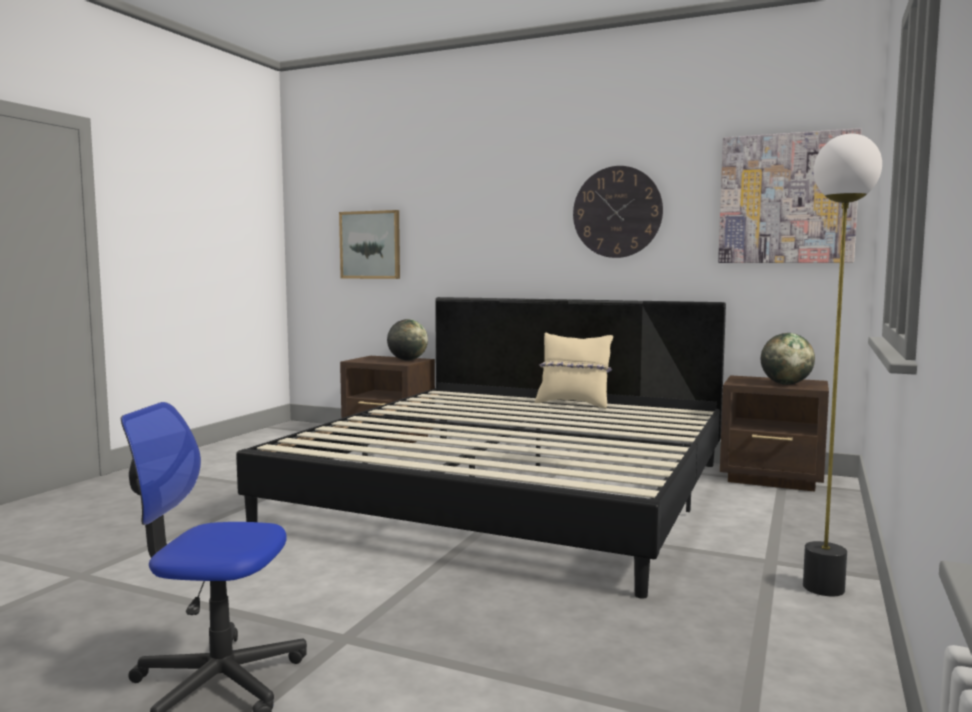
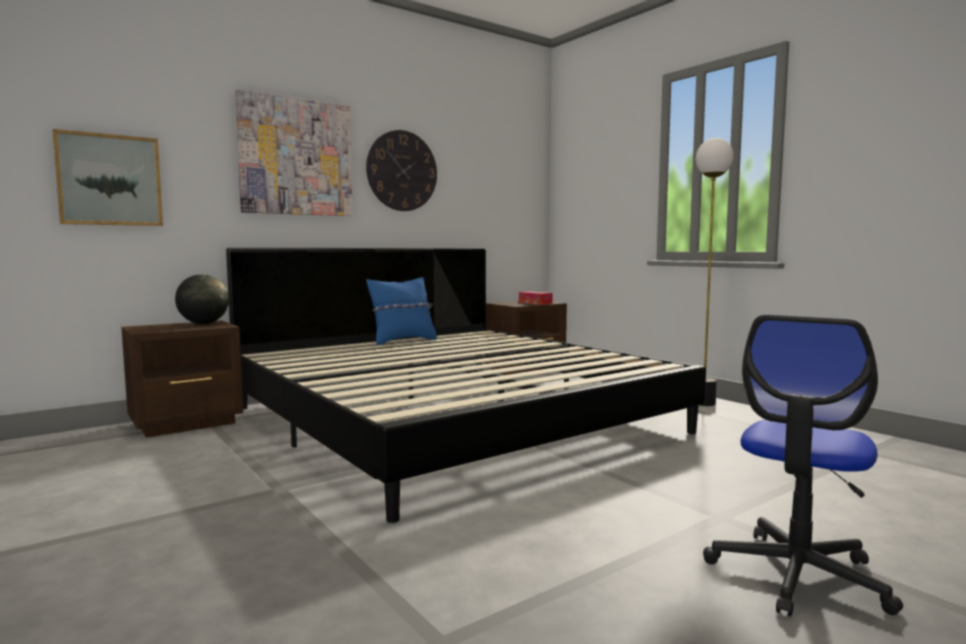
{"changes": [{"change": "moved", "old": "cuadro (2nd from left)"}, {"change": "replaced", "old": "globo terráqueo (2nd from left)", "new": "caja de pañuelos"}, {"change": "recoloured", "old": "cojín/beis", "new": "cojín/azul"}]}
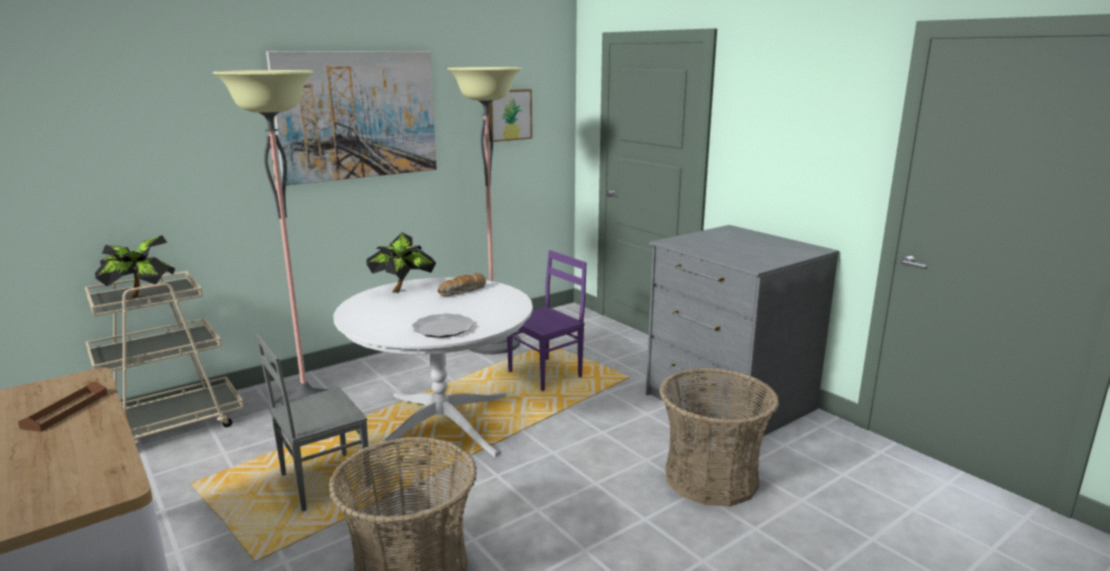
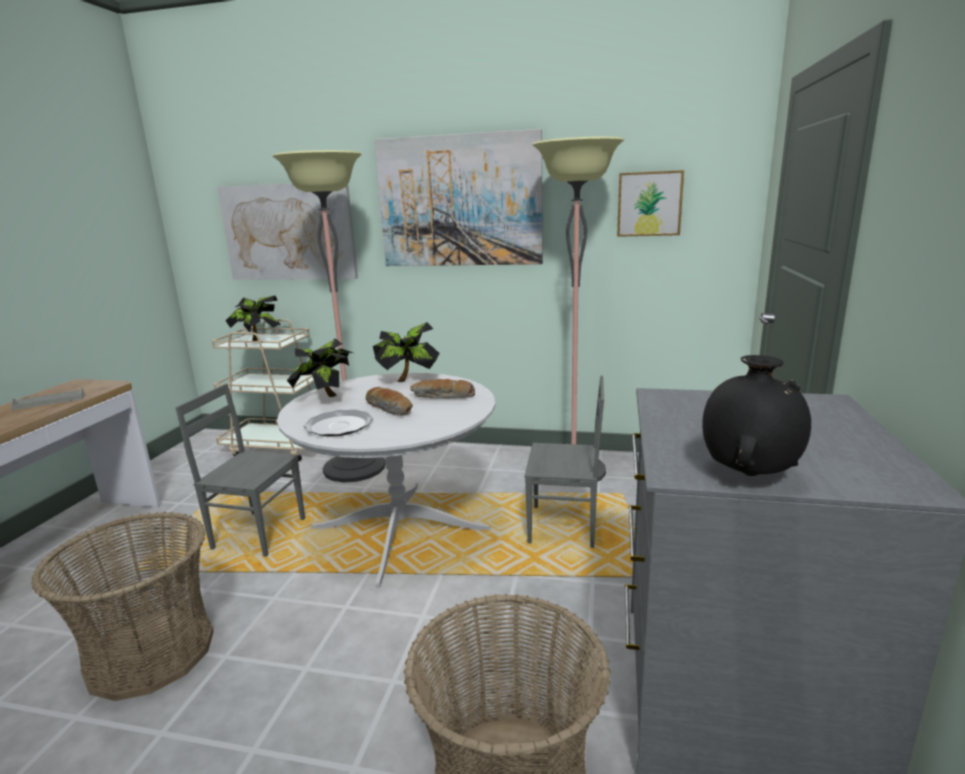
{"changes": [{"change": "added", "new": "cuadro (1st from left)"}, {"change": "added", "new": "planta en maceta (2nd from left)"}, {"change": "added", "new": "pan (1st from left)"}, {"change": "added", "new": "florero/negro"}, {"change": "recoloured", "old": "bandeja/marrón", "new": "bandeja/gris"}, {"change": "recoloured", "old": "silla/morado", "new": "silla/gris (2nd from left)"}]}
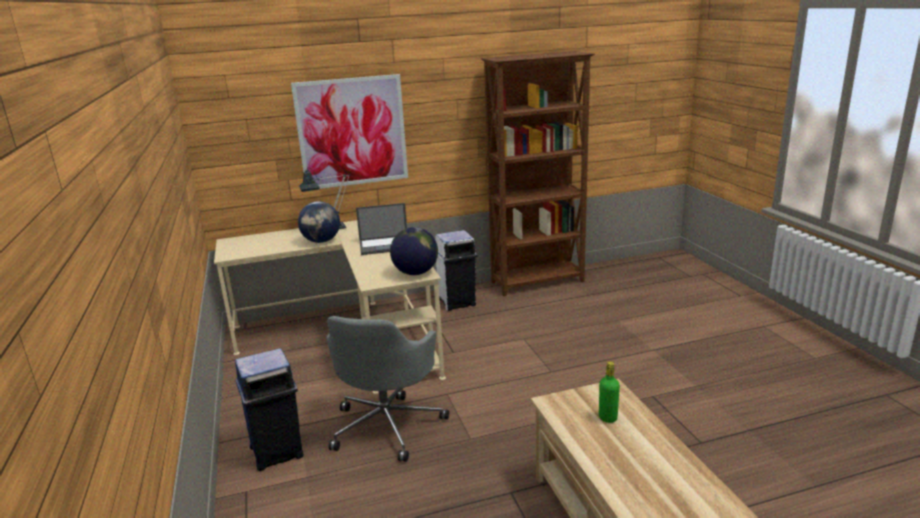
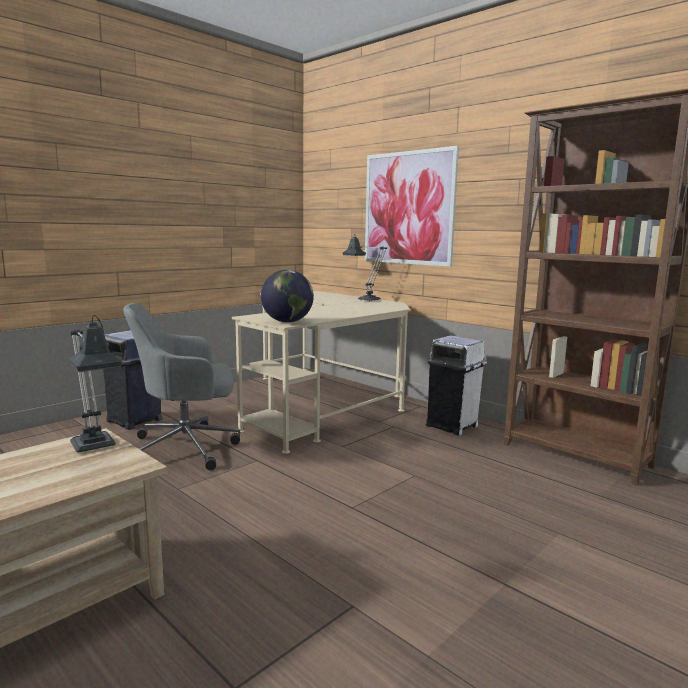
{"changes": [{"change": "removed", "old": "globo terráqueo (1st from left)"}, {"change": "removed", "old": "portátil"}, {"change": "removed", "old": "botella/verde"}, {"change": "added", "new": "lámpara de mesa (1st from left)"}]}
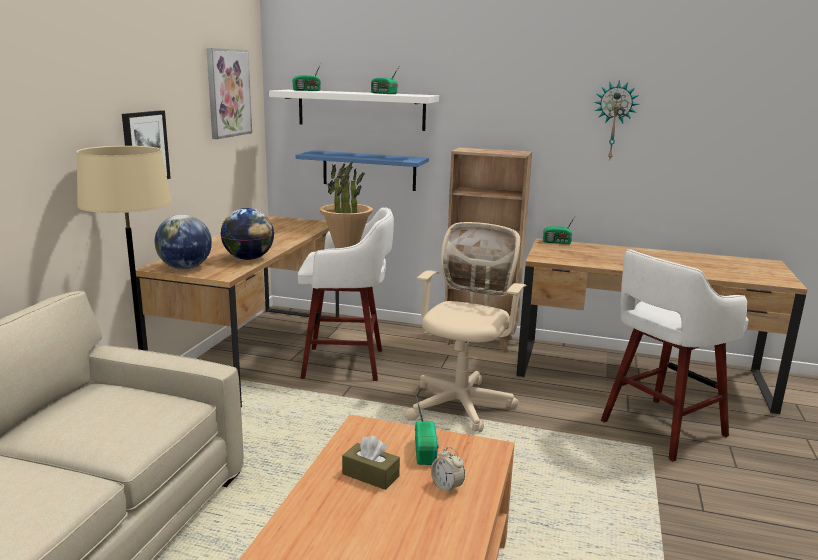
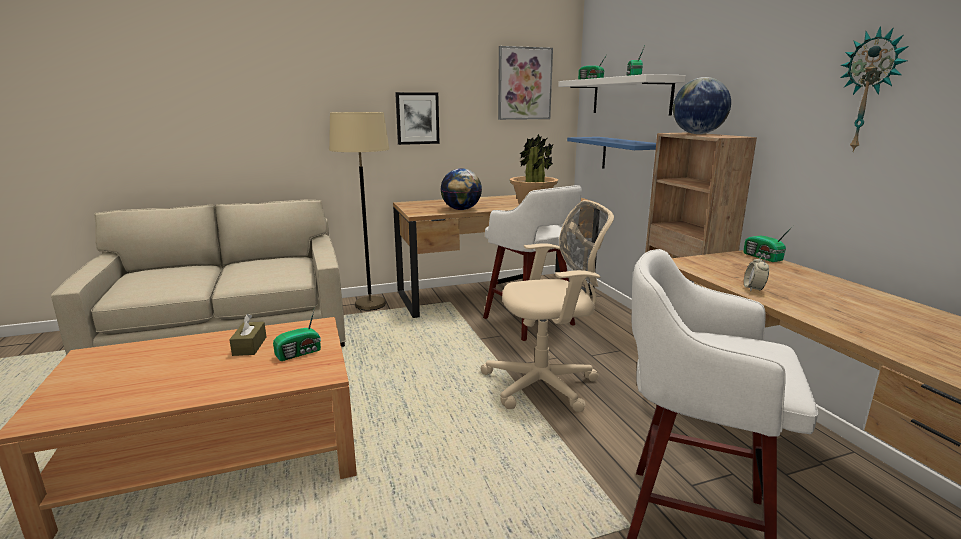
{"changes": [{"change": "moved", "old": "globo terráqueo (1st from left in the first image)", "new": "globo terráqueo (2nd from left)"}, {"change": "moved", "old": "despertador"}]}
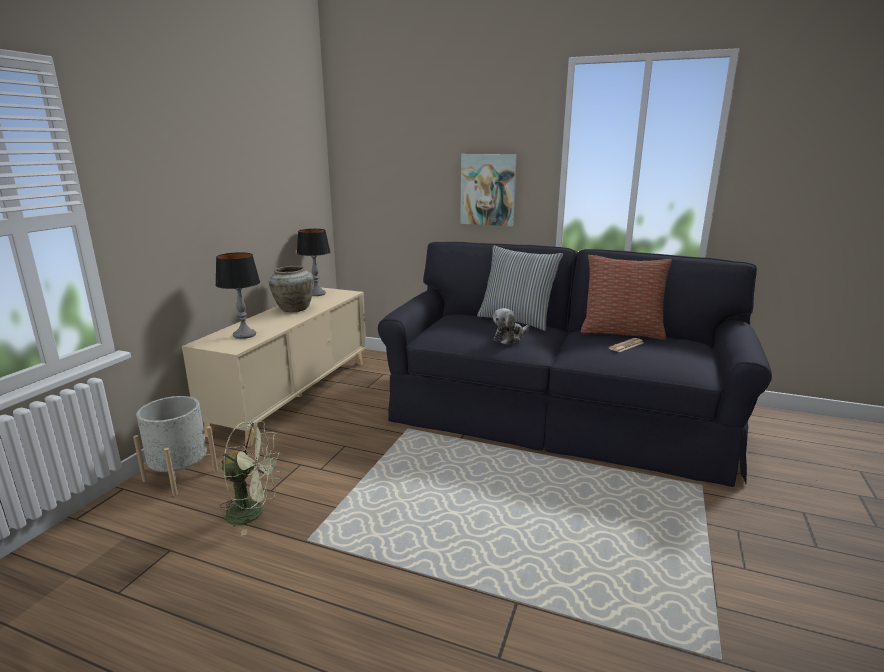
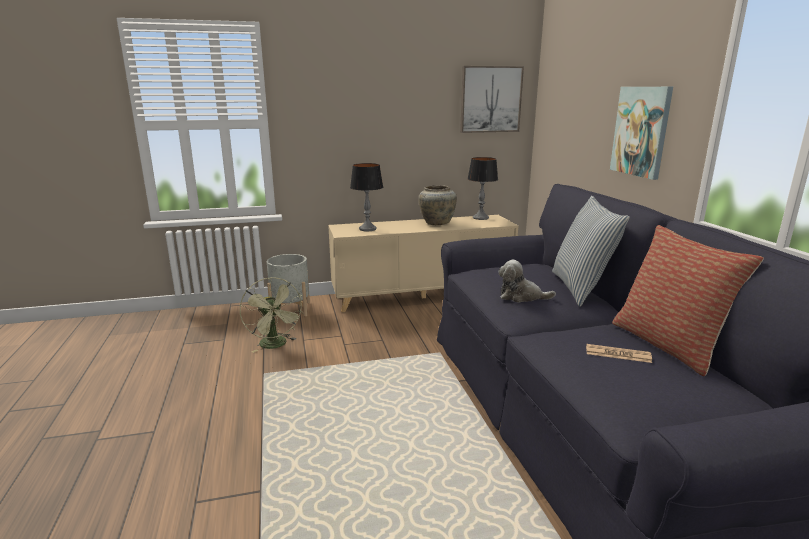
{"changes": [{"change": "added", "new": "cuadro (1st from left)"}]}
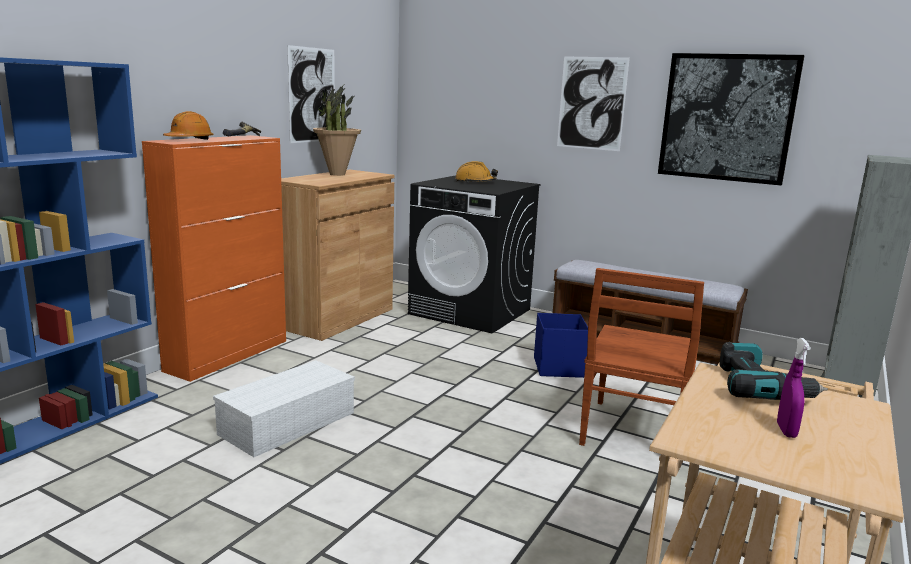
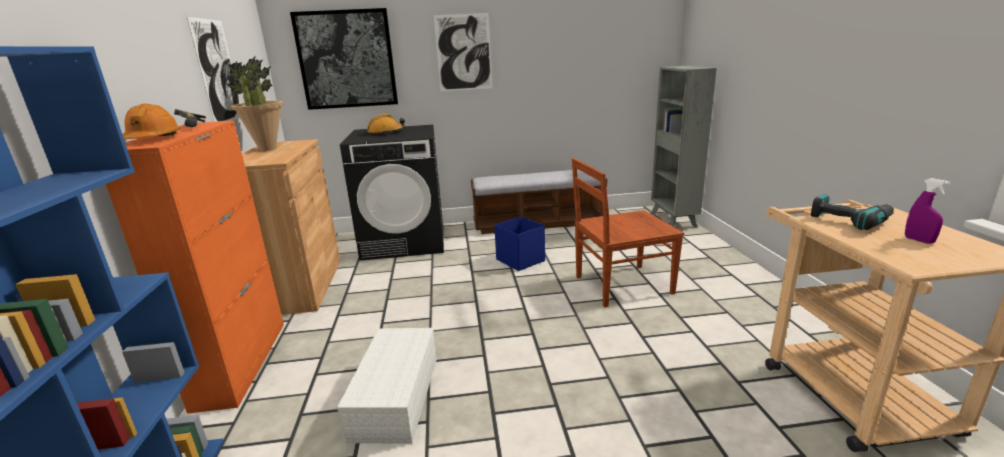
{"changes": [{"change": "moved", "old": "cuadro (3rd from left in the first image)", "new": "cuadro (2nd from left)"}, {"change": "turned", "old": "silla/marrón", "degrees": 90}]}
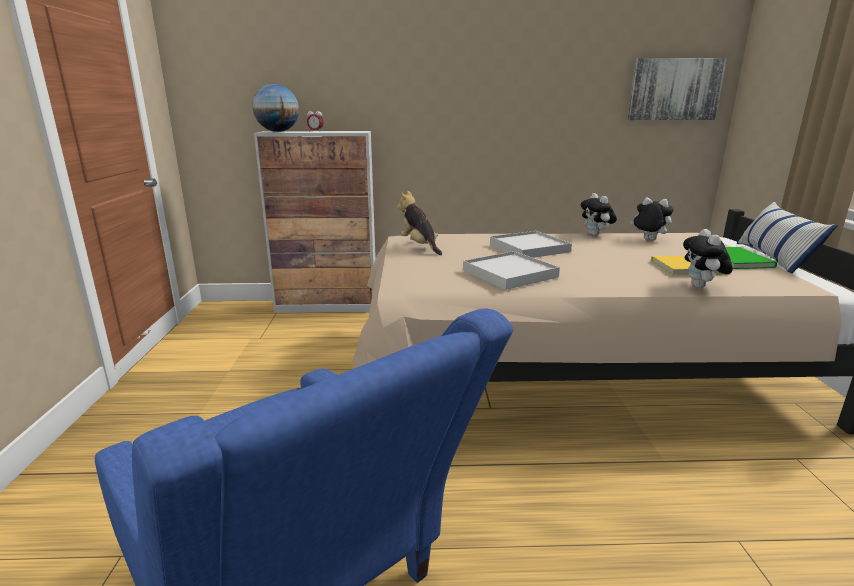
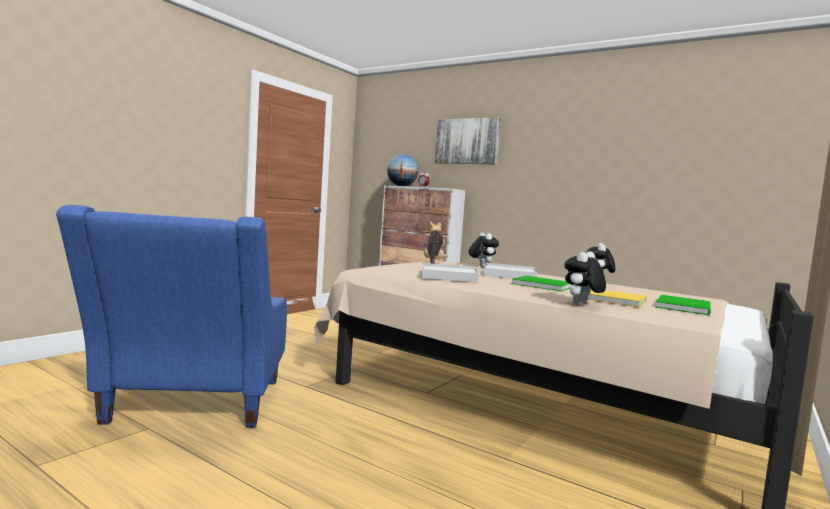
{"changes": [{"change": "removed", "old": "cojín"}, {"change": "added", "new": "libro/verde (1st from left)"}, {"change": "moved", "old": "cuadro"}, {"change": "moved", "old": "peluche (3rd from left in the first image)", "new": "peluche (2nd from left)"}]}
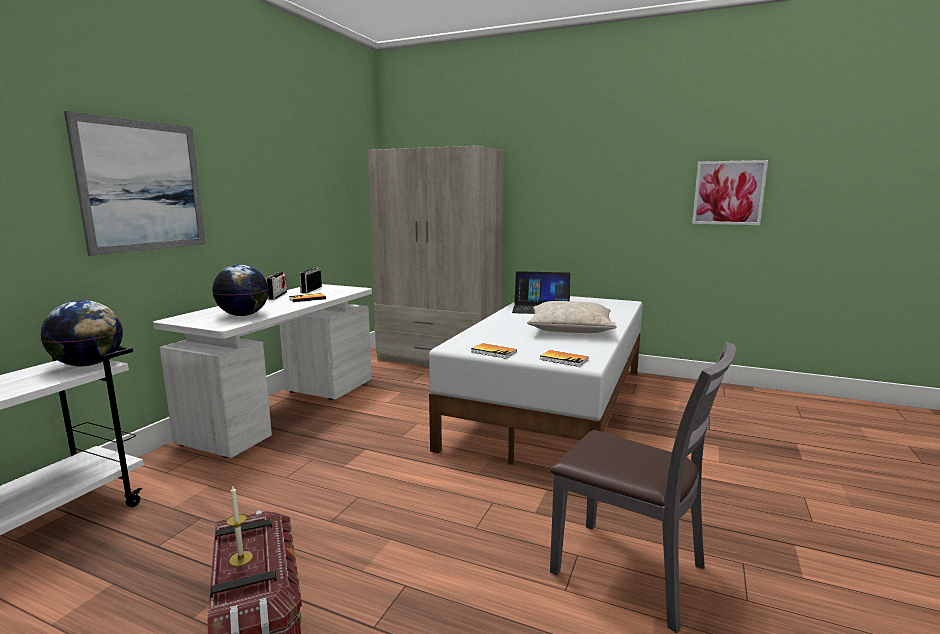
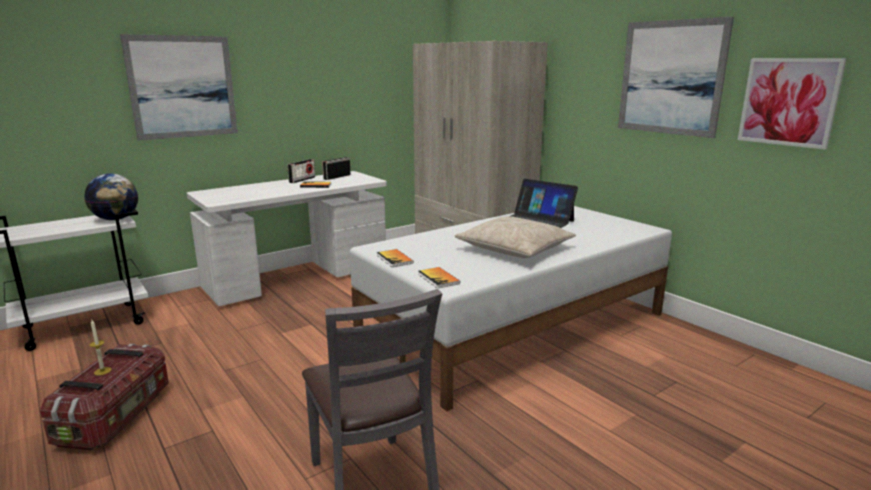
{"changes": [{"change": "removed", "old": "globo terráqueo (2nd from left)"}, {"change": "added", "new": "cuadro (2nd from left)"}]}
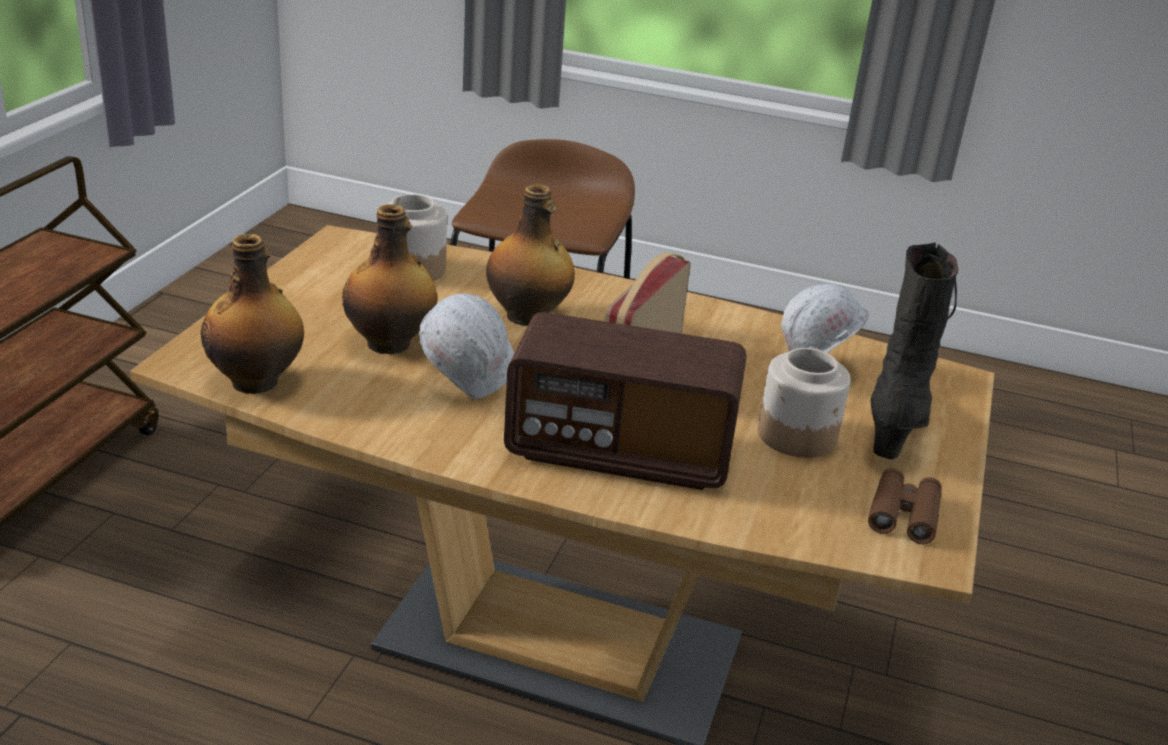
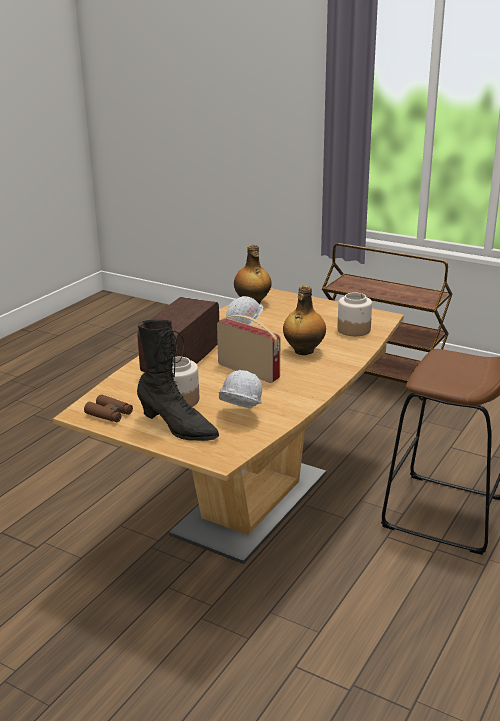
{"changes": [{"change": "removed", "old": "botella (2nd from left)"}]}
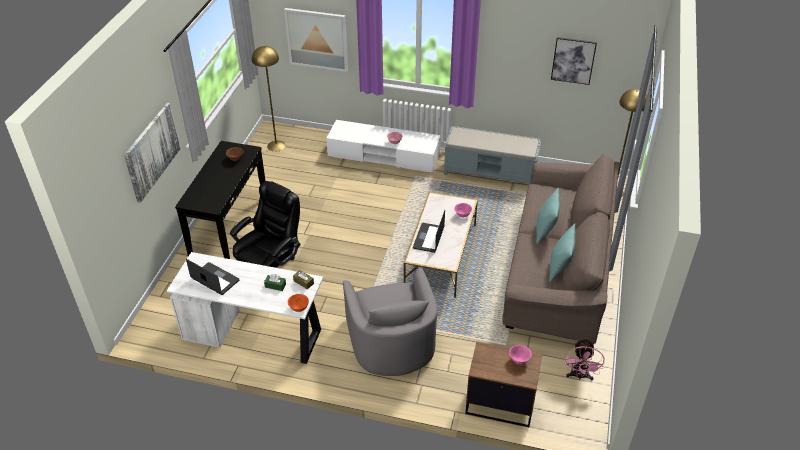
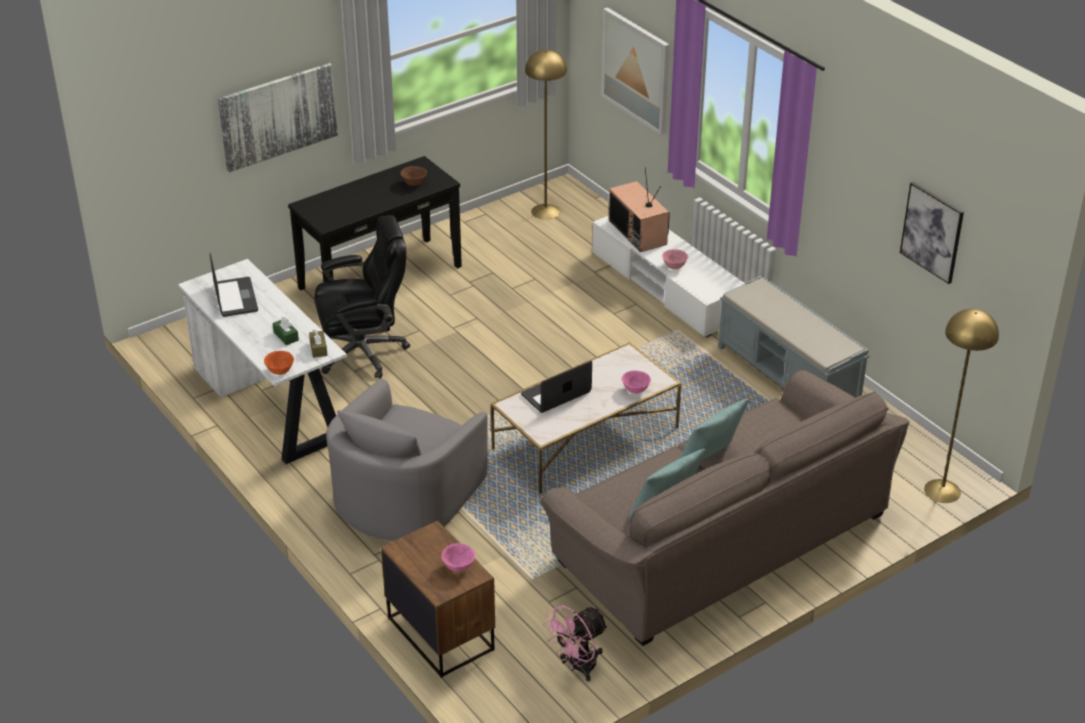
{"changes": [{"change": "added", "new": "televisor"}]}
